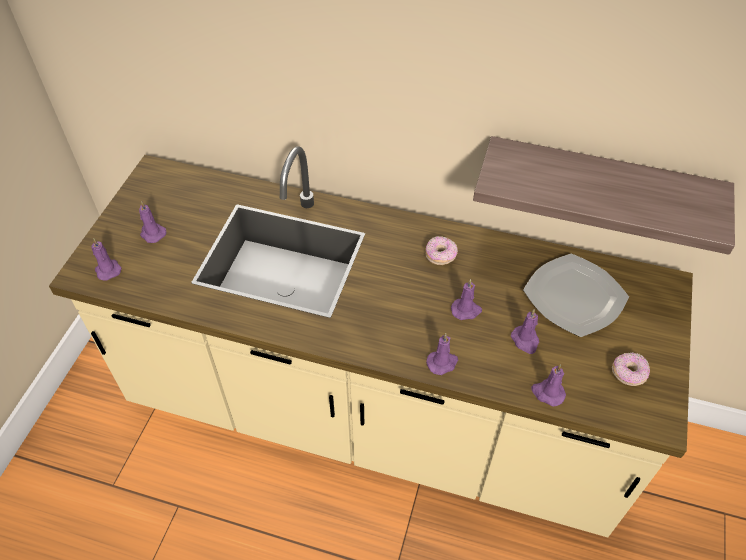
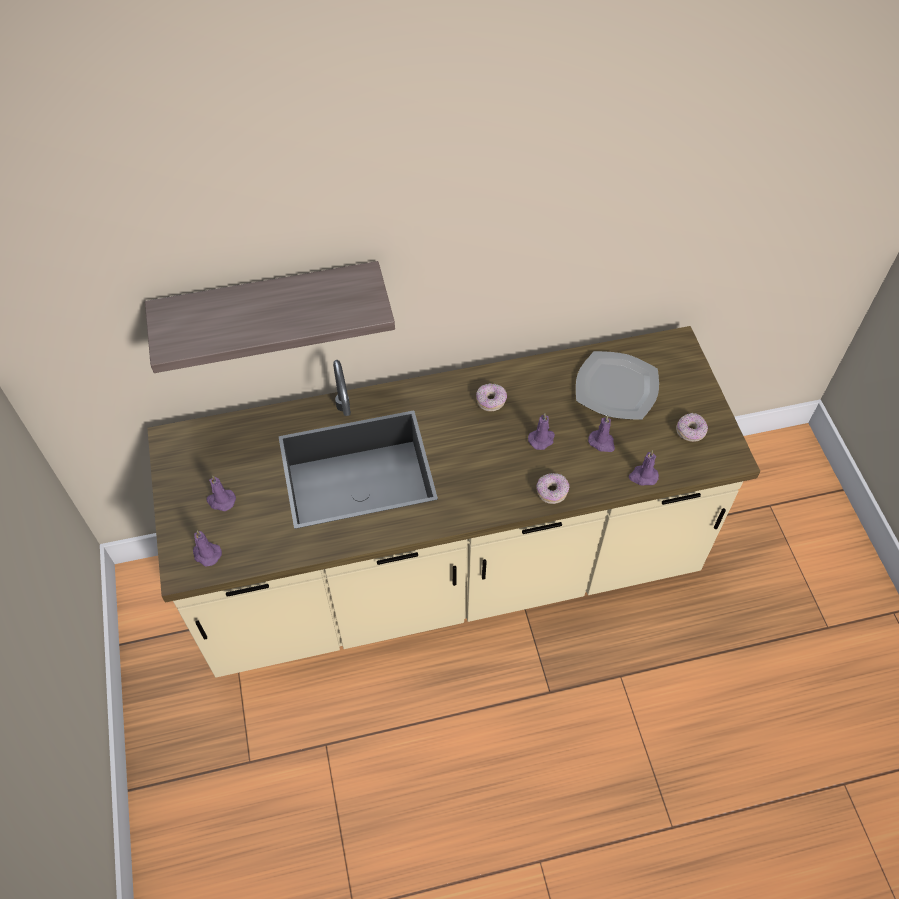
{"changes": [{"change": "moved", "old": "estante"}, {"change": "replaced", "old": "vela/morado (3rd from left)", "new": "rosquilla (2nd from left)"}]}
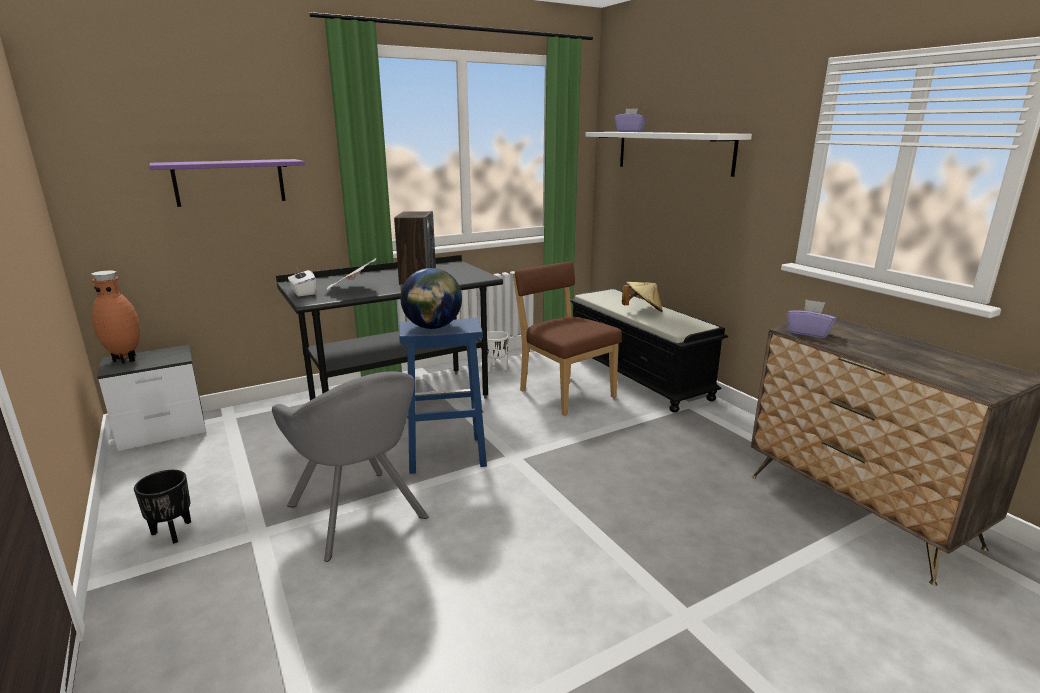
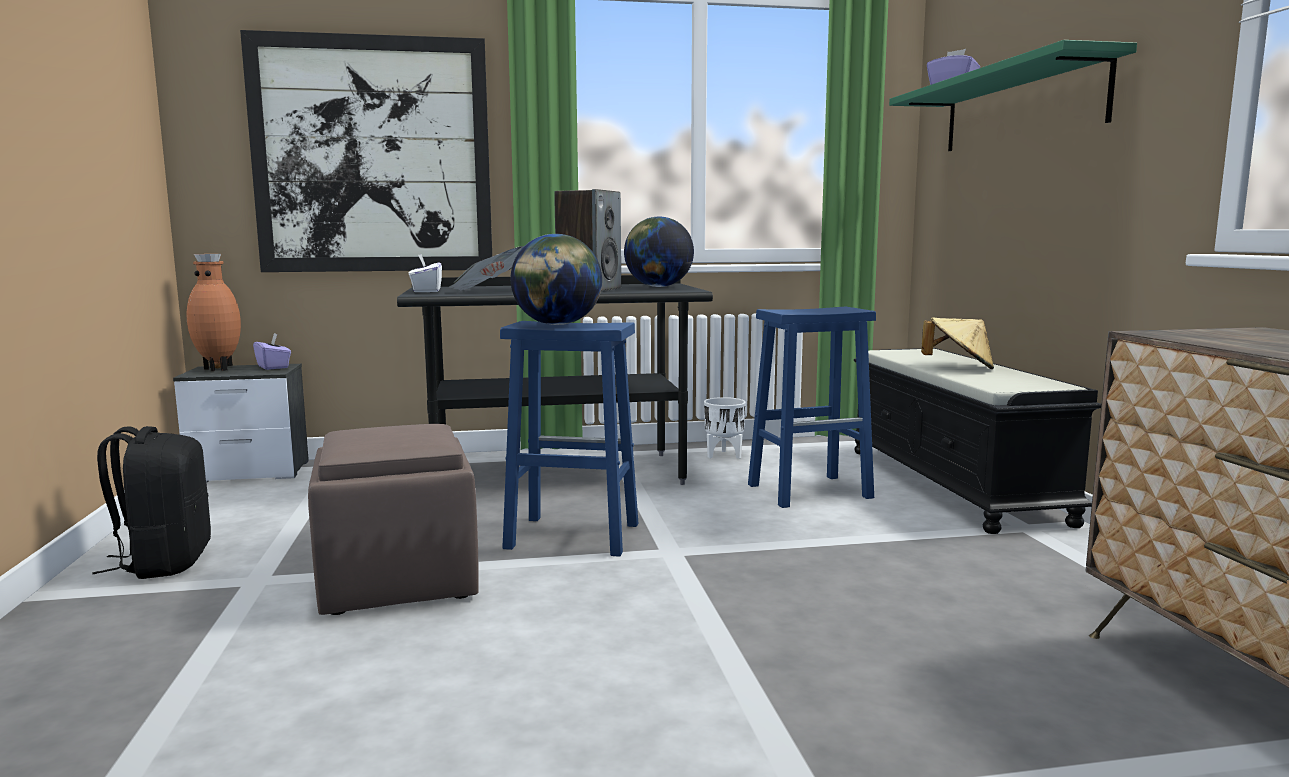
{"changes": [{"change": "added", "new": "globo terráqueo (2nd from left)"}, {"change": "moved", "old": "caja de pañuelos/morado (2nd from left in the first image)", "new": "caja de pañuelos/morado (1st from left)"}, {"change": "replaced", "old": "maceta/negro", "new": "mochila/negro"}, {"change": "replaced", "old": "estante/morado", "new": "cuadro"}, {"change": "replaced", "old": "sillón/gris", "new": "puf/marrón"}, {"change": "replaced", "old": "silla/marrón", "new": "taburete/azul (2nd from left)"}, {"change": "recoloured", "old": "estante/blanco", "new": "estante/verde"}]}
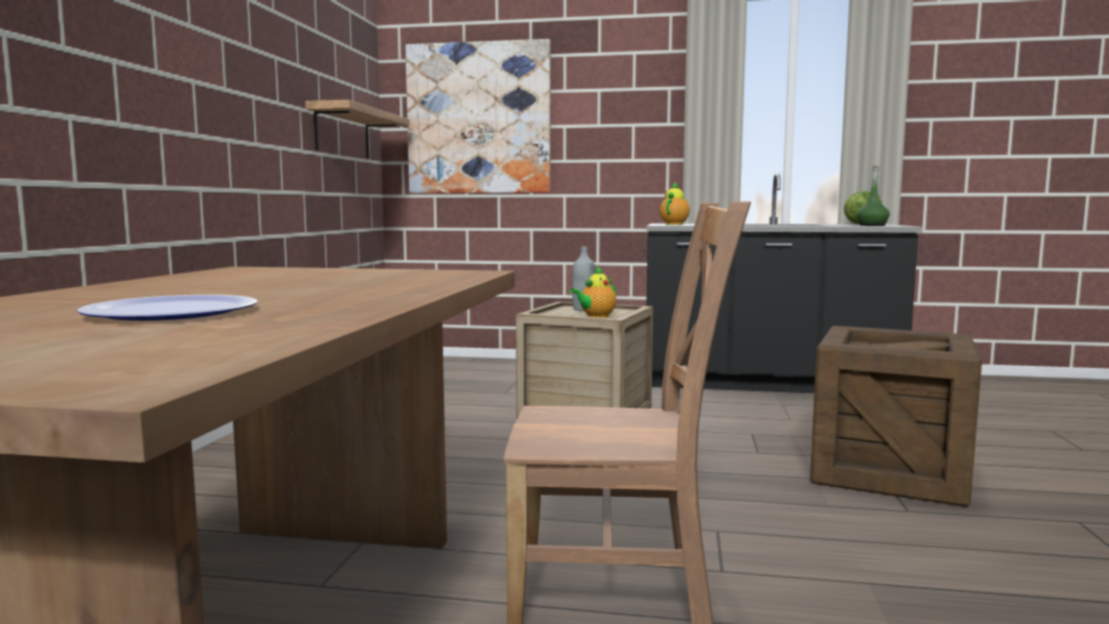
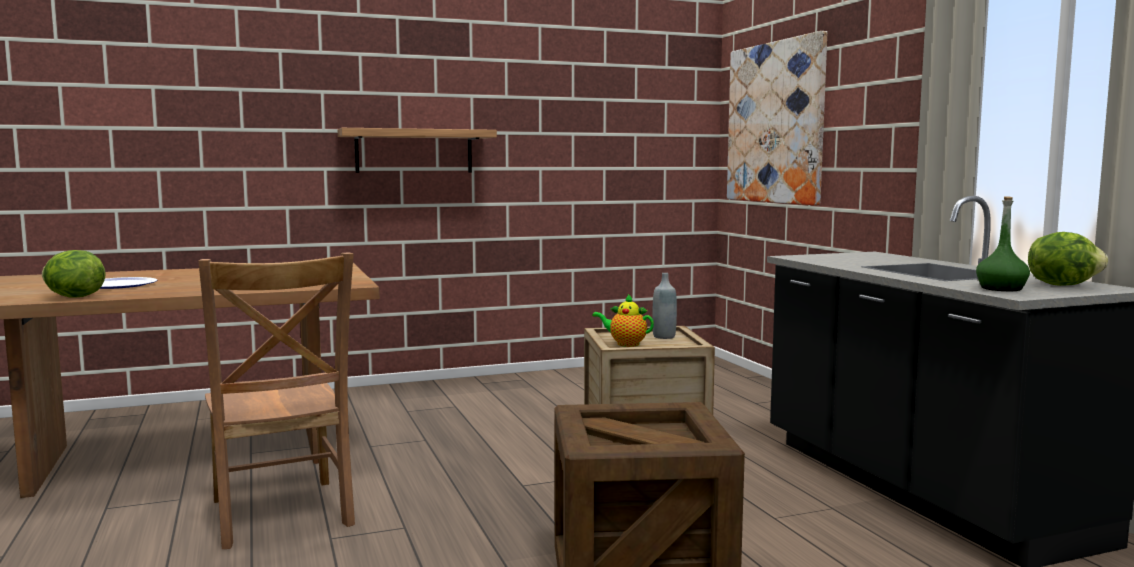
{"changes": [{"change": "removed", "old": "tetera (2nd from left)"}, {"change": "added", "new": "lechuga (1st from left)"}, {"change": "moved", "old": "estante"}]}
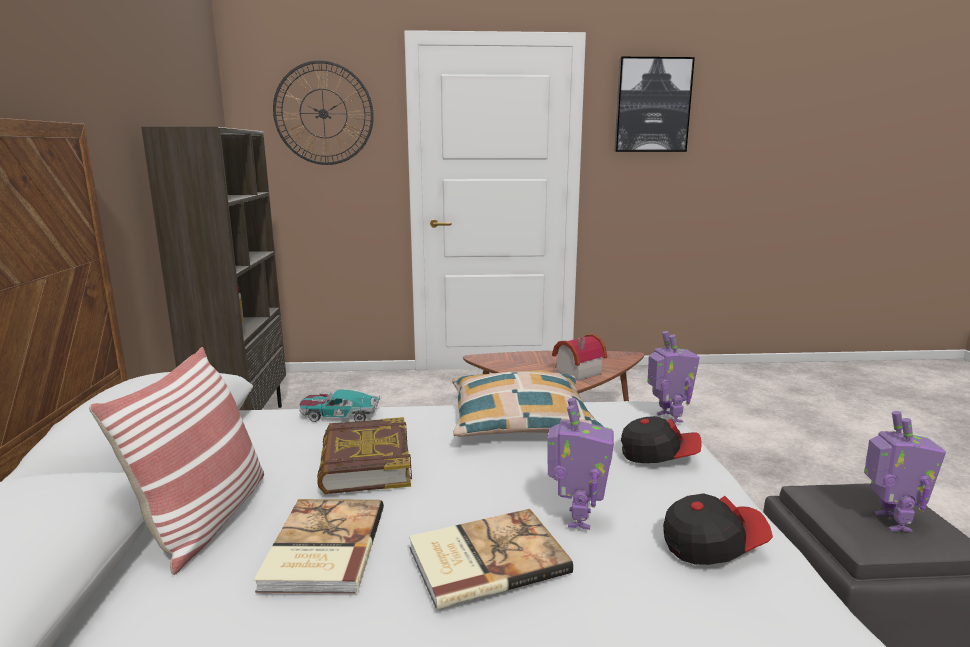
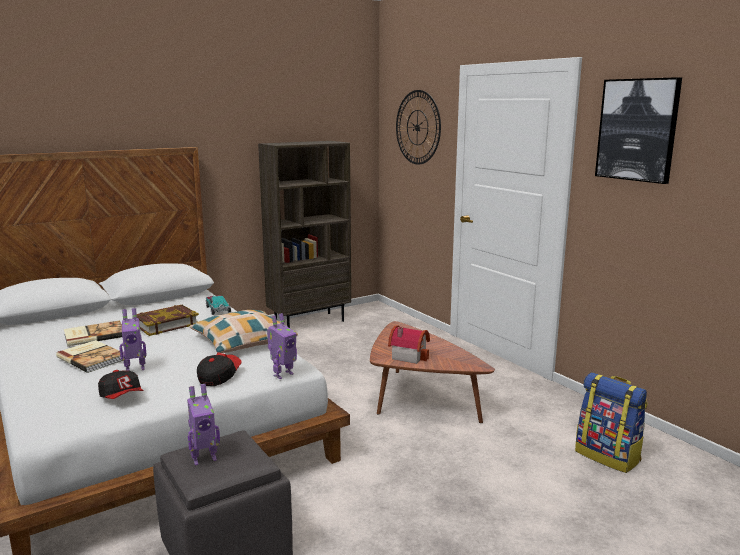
{"changes": [{"change": "removed", "old": "cojín (1st from left)"}, {"change": "added", "new": "mochila"}, {"change": "turned", "old": "gorra (1st from left in the first image)", "degrees": -135}]}
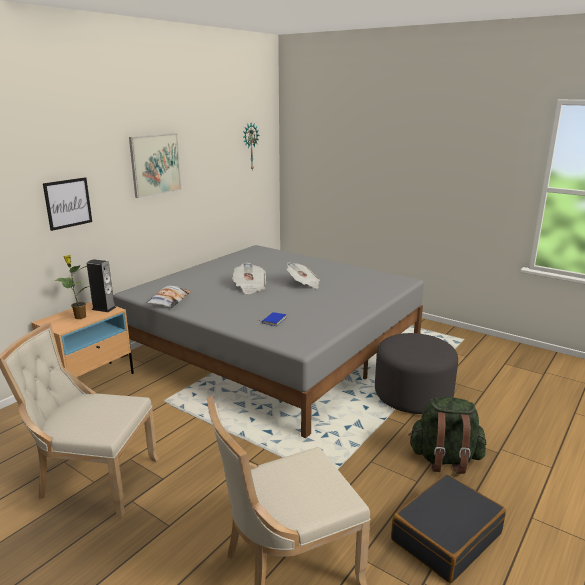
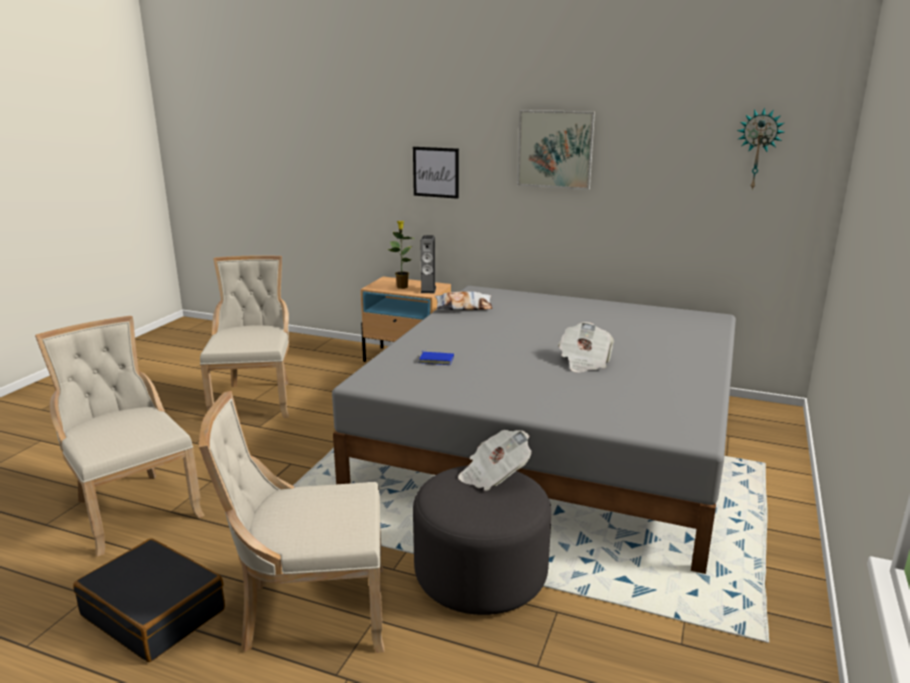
{"changes": [{"change": "moved", "old": "periódico (1st from left)"}, {"change": "replaced", "old": "mochila/verde", "new": "silla/beis (3rd from left)"}]}
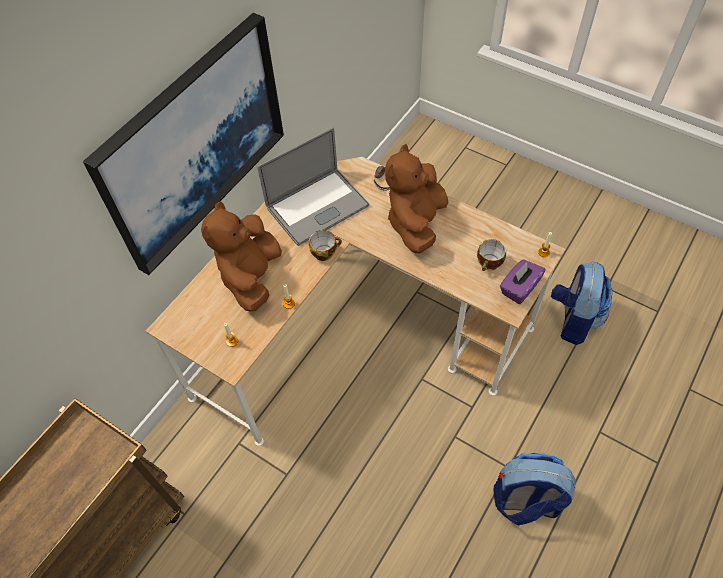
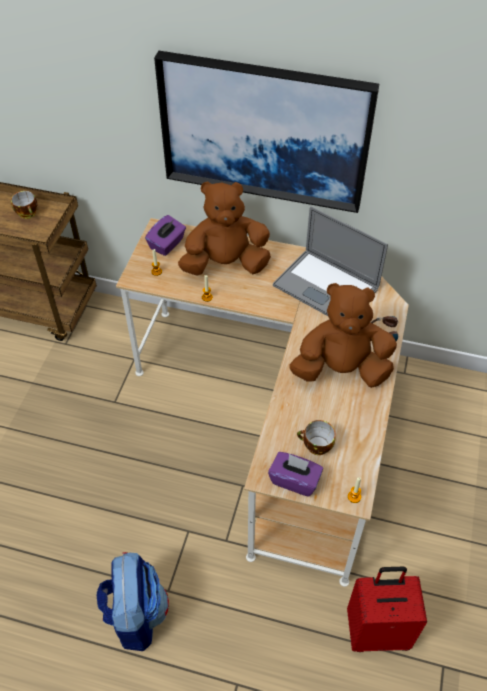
{"changes": [{"change": "added", "new": "caja de pañuelos/morado (1st from left)"}, {"change": "moved", "old": "taza (1st from left)"}, {"change": "replaced", "old": "mochila (2nd from left)", "new": "maleta/rojo"}]}
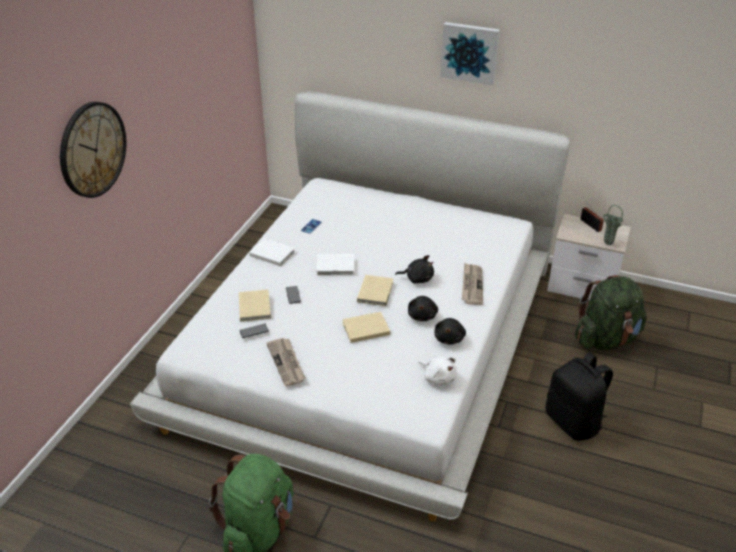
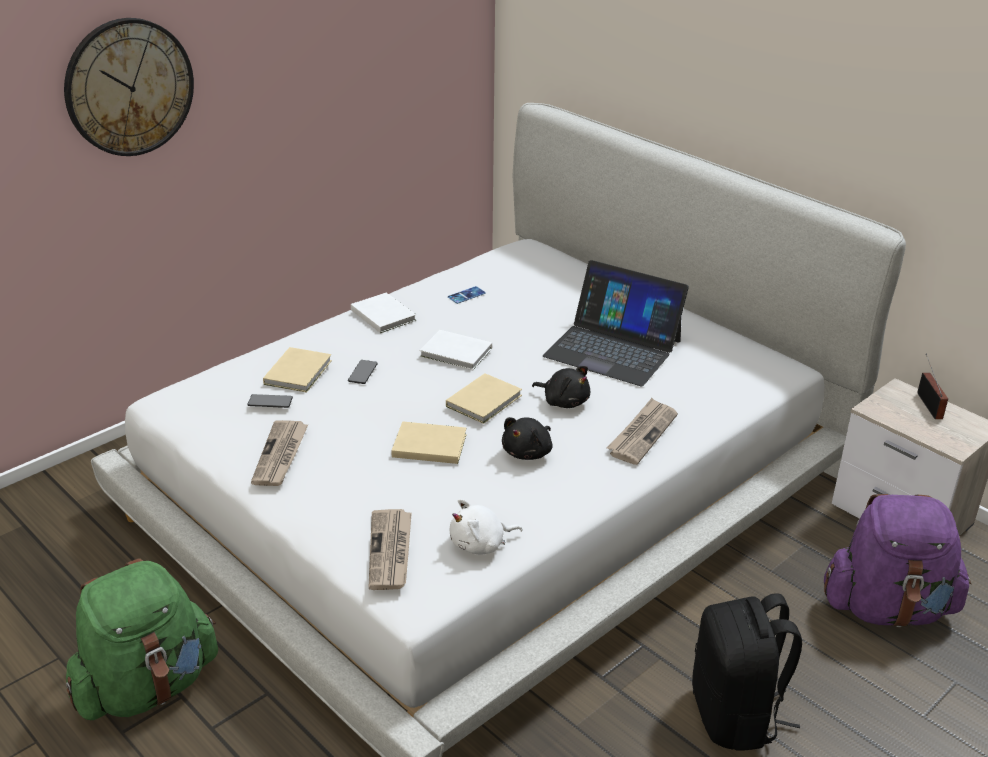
{"changes": [{"change": "removed", "old": "peluche/negro (3rd from left)"}, {"change": "removed", "old": "cuadro"}, {"change": "removed", "old": "florero/verde"}, {"change": "added", "new": "periódico (2nd from left)"}, {"change": "added", "new": "portátil"}, {"change": "recoloured", "old": "mochila/verde (2nd from left)", "new": "mochila/morado"}, {"change": "turned", "old": "peluche/blanco", "degrees": 90}]}
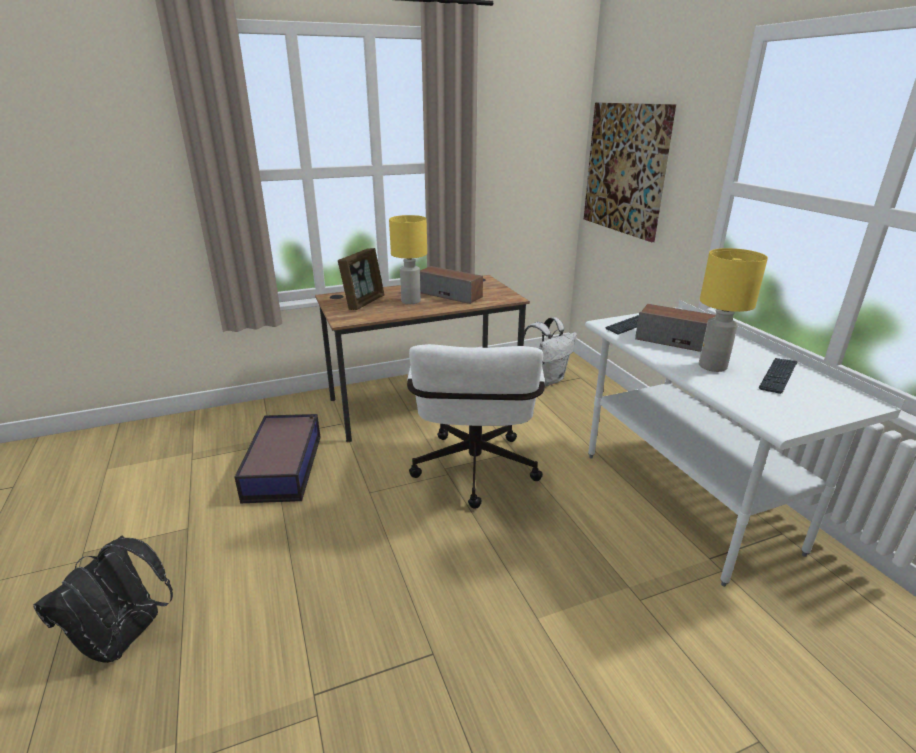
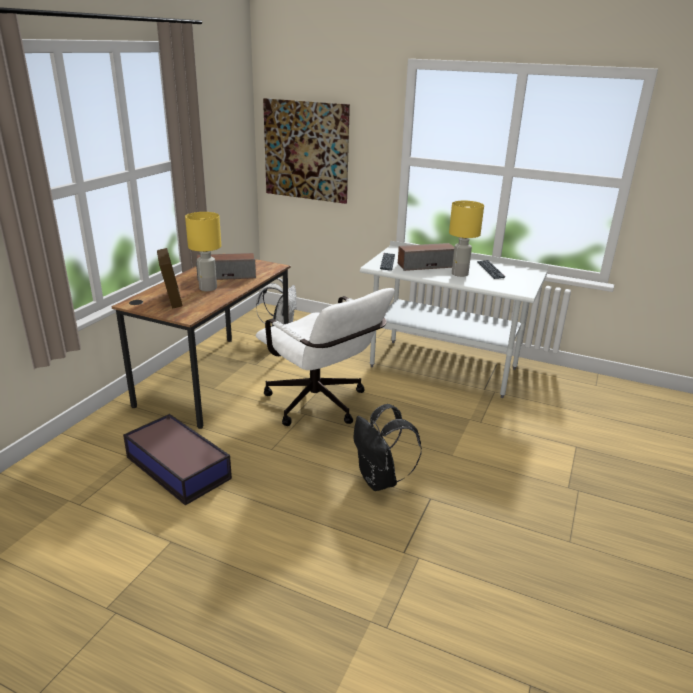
{"changes": [{"change": "moved", "old": "mochila/negro"}]}
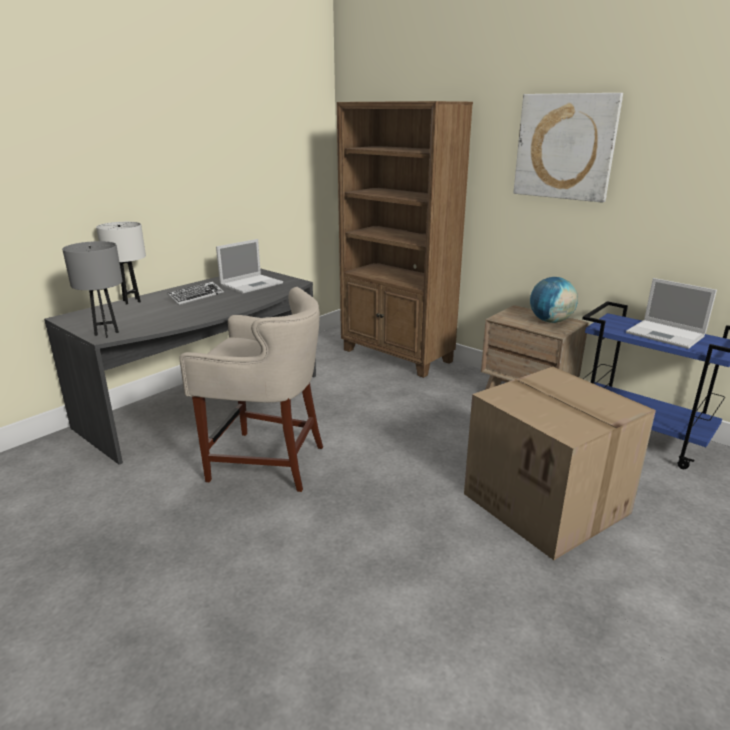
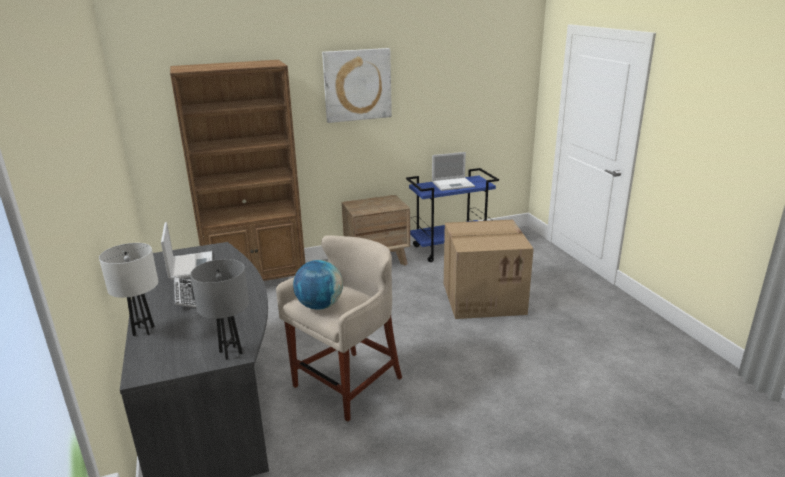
{"changes": [{"change": "moved", "old": "globo terráqueo"}]}
